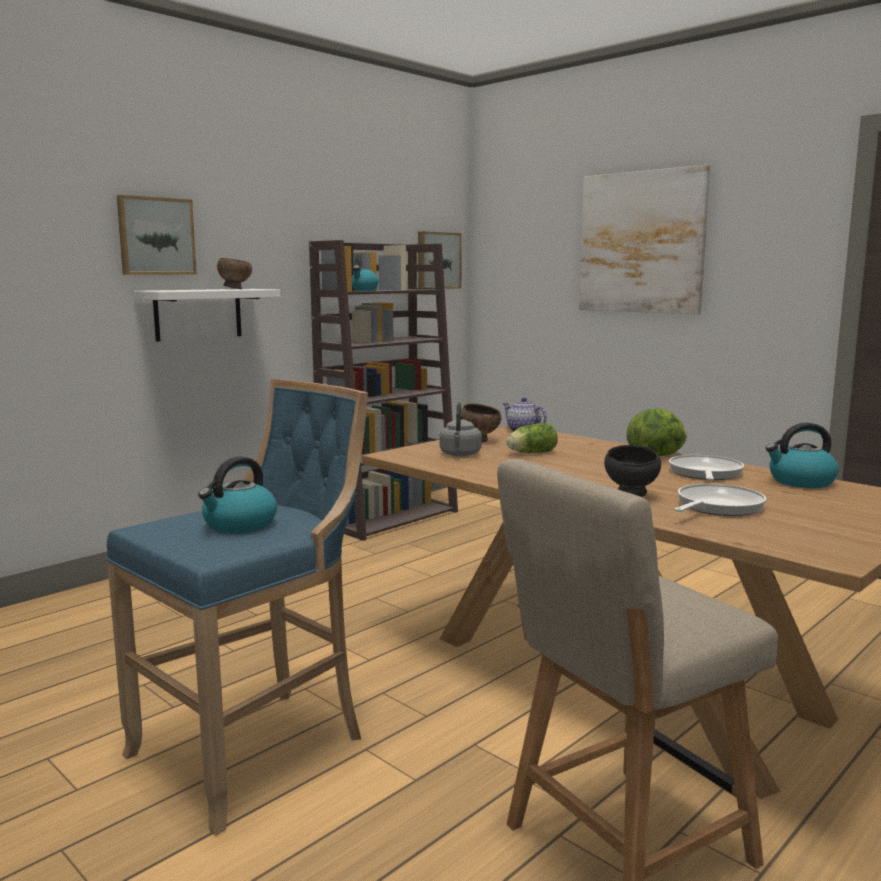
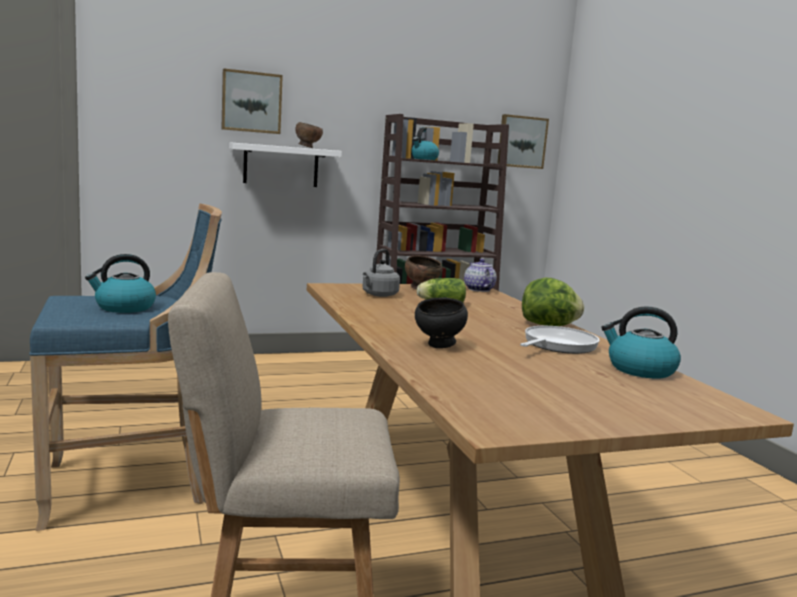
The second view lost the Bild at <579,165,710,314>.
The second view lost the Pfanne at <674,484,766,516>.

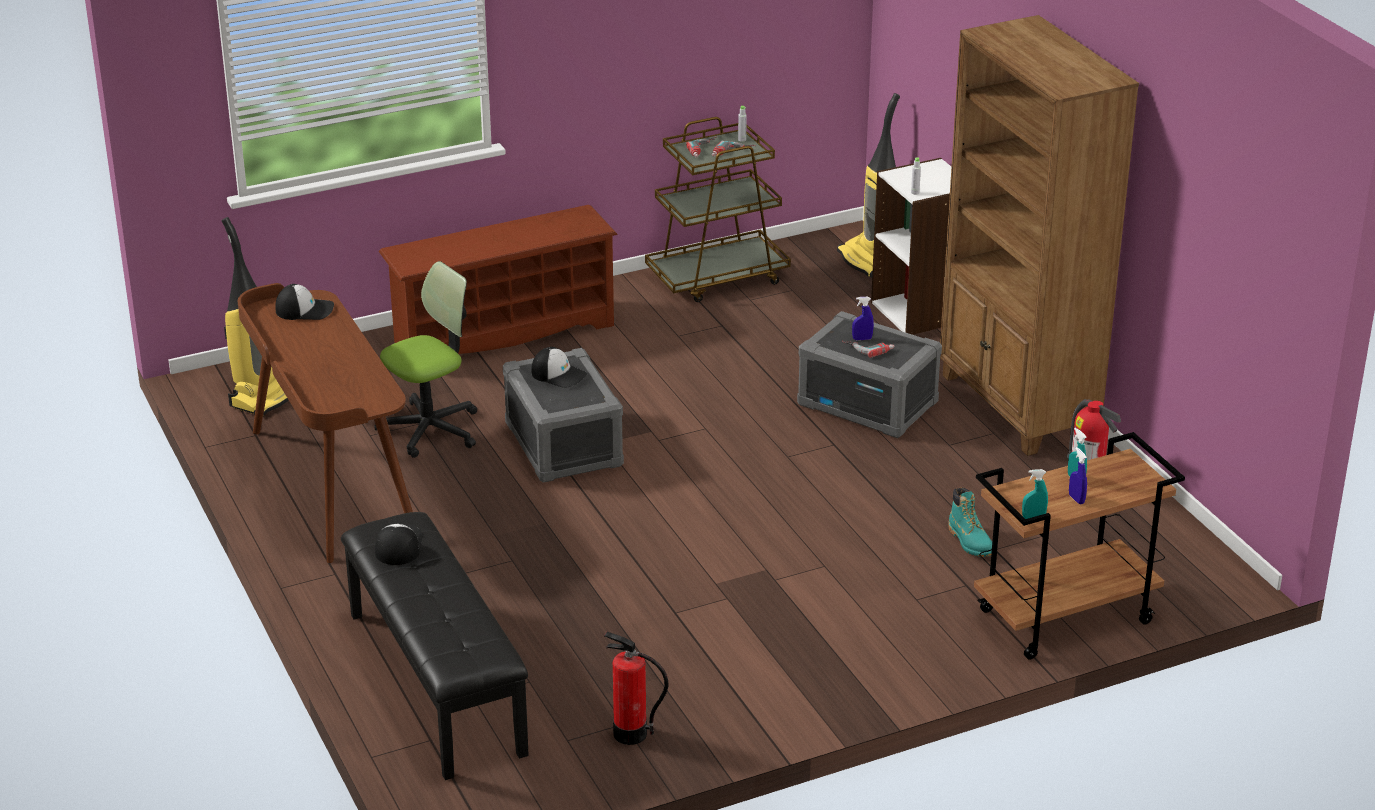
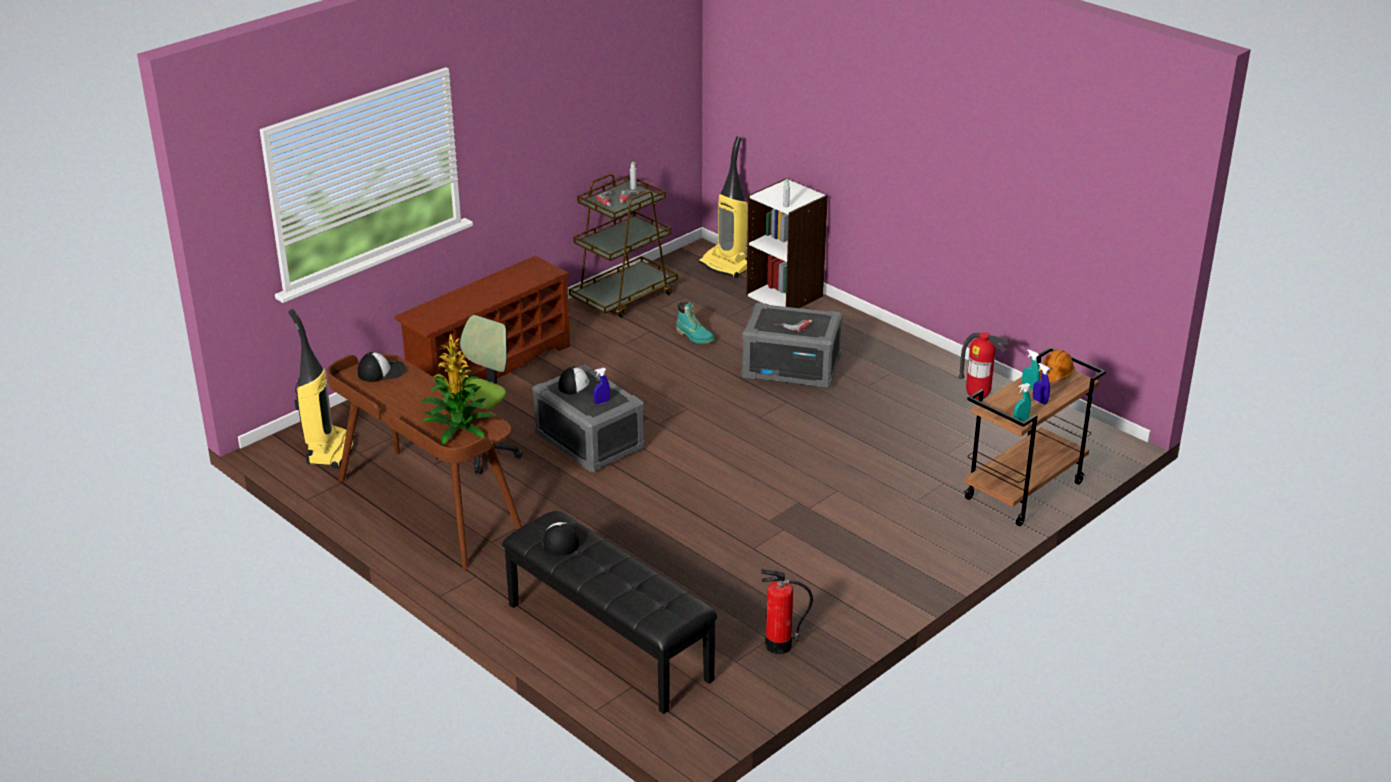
The Sprühflasche/blau ended up elsewhere, having gone from <852,297,874,340> to <593,368,610,404>.
The second view lost the Bücherregal/braun at <940,15,1139,456>.
The Stiefel/türkis ended up elsewhere, having gone from <948,487,992,557> to <676,302,714,344>.
The second view gained the Topfpflanze at <421,334,493,445>.
The second view gained the Schutzhelm/orange at <1039,349,1075,382>.

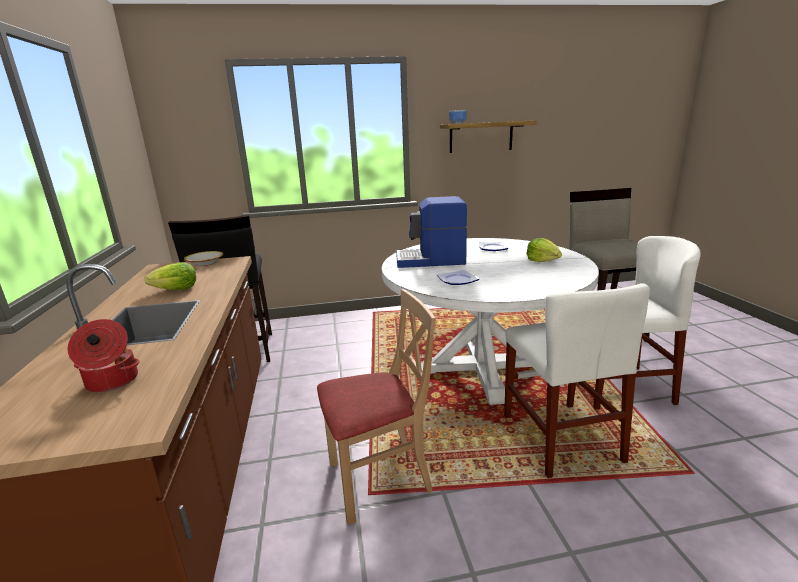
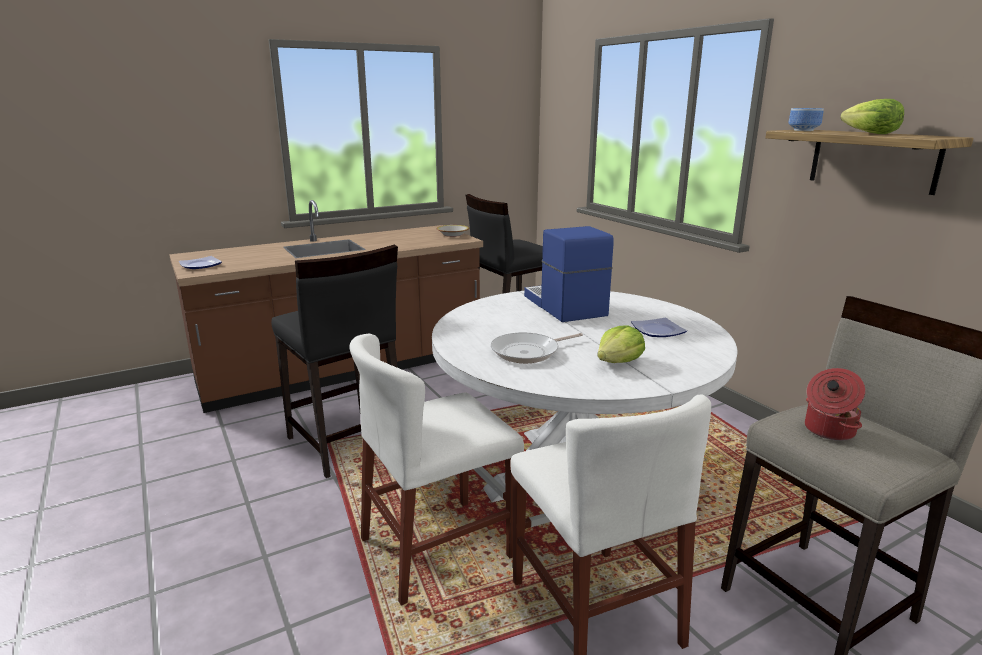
The Kochtopf ended up elsewhere, having gone from <68,319,140,393> to <805,368,865,441>.
The Salatkopf ended up elsewhere, having gone from <144,262,196,290> to <840,99,904,134>.
Where the Stuhl/beige stood at <317,289,436,525>, the Hocker/schwarz came to stand at <271,245,398,478>.
The Teller ended up elsewhere, having gone from <437,270,480,285> to <179,256,222,269>.
The second view gained the Pfanne at <491,332,583,363>.

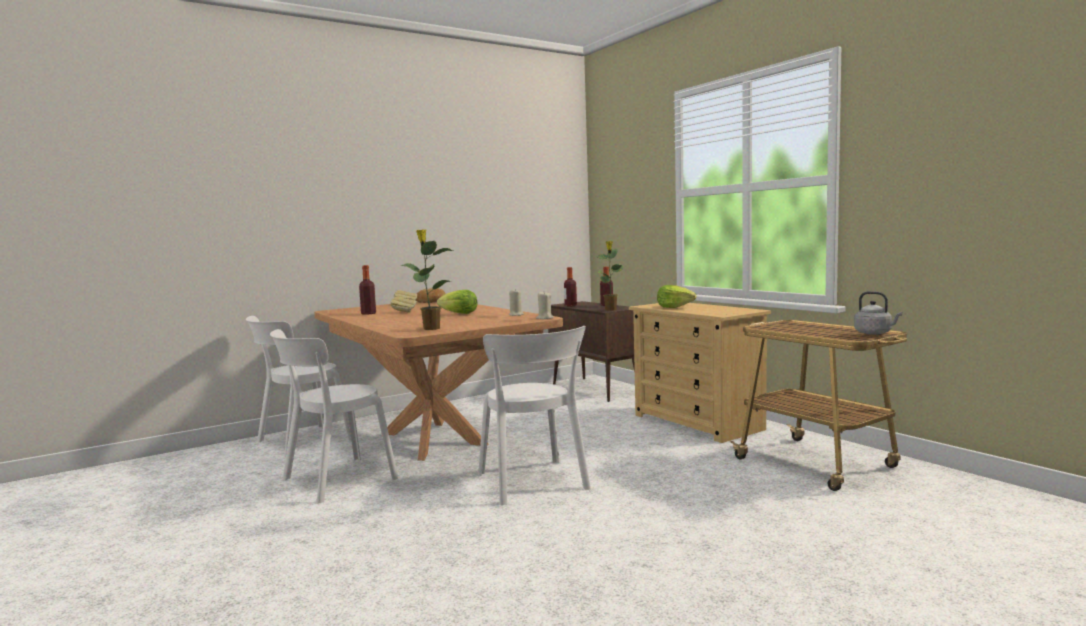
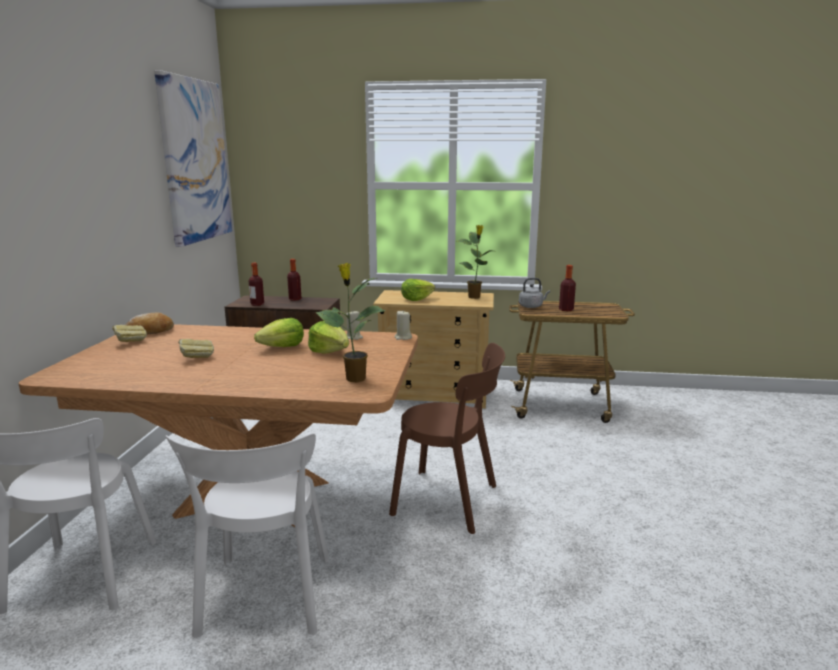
The Flasche ended up elsewhere, having gone from <359,265,376,315> to <559,265,576,311>.
What was the Stuhl/weiß at <478,326,591,505> turned into the Stuhl/braun at <389,343,505,534>.
The Topfpflanze ended up elsewhere, having gone from <596,241,624,311> to <457,225,493,299>.
The Wasserkessel/grau ended up elsewhere, having gone from <854,291,902,334> to <519,278,550,308>.
The second view gained the Bild at <154,70,232,247>.
The second view gained the Salatkopf at <308,321,349,354>.

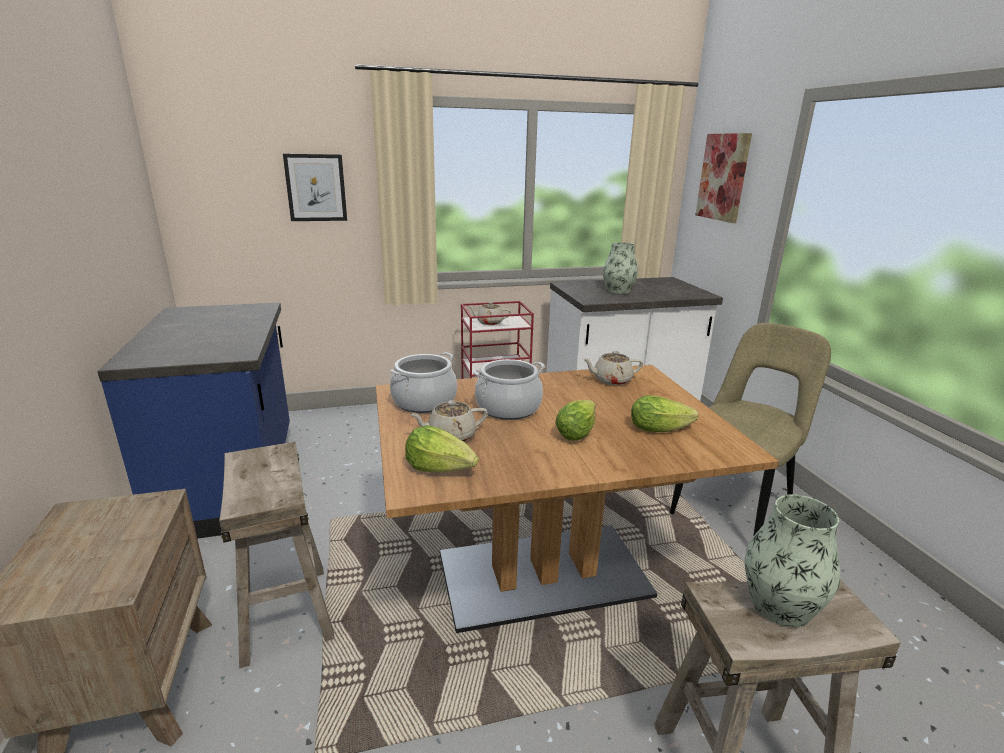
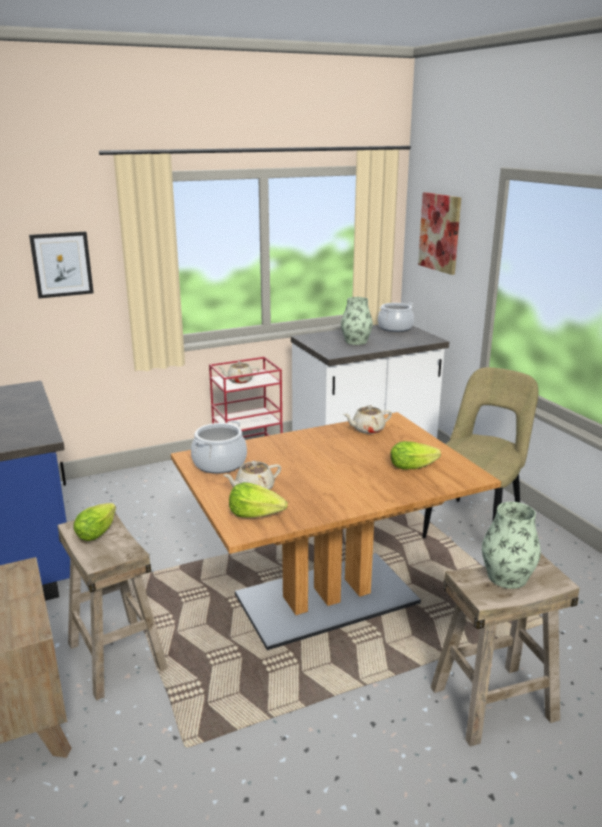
The Kochtopf ended up elsewhere, having gone from <473,359,545,420> to <378,303,414,332>.
The Salatkopf ended up elsewhere, having gone from <556,400,596,441> to <73,503,116,541>.

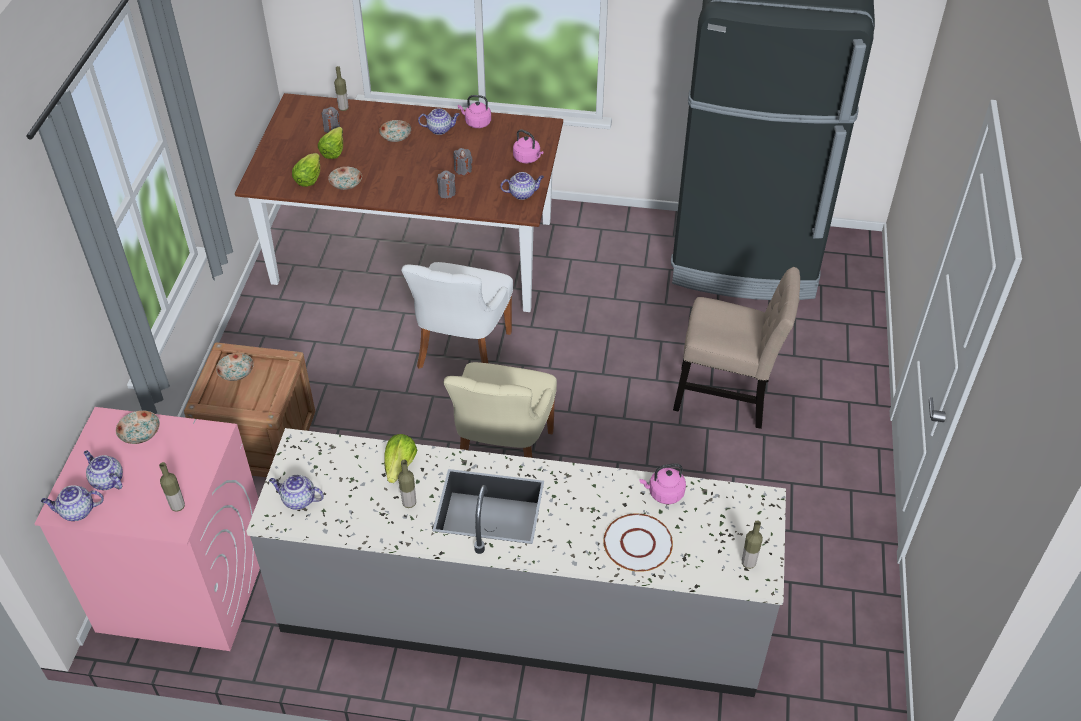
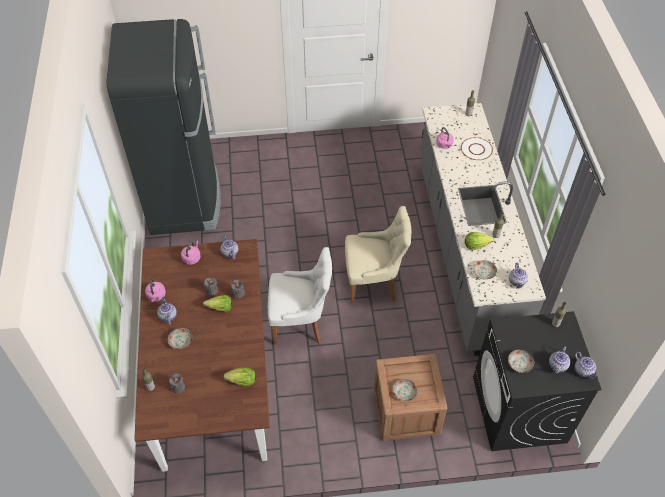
What was the Waschmaschine/rosa at <34,407,260,651> turned into the Waschmaschine/schwarz at <473,311,602,451>.
The Salatkopf ended up elsewhere, having gone from <318,127,343,159> to <203,295,232,312>.
The Teller ended up elsewhere, having gone from <328,167,362,190> to <473,260,497,279>.
The second view lost the Stuhl/beige at <673,267,800,429>.

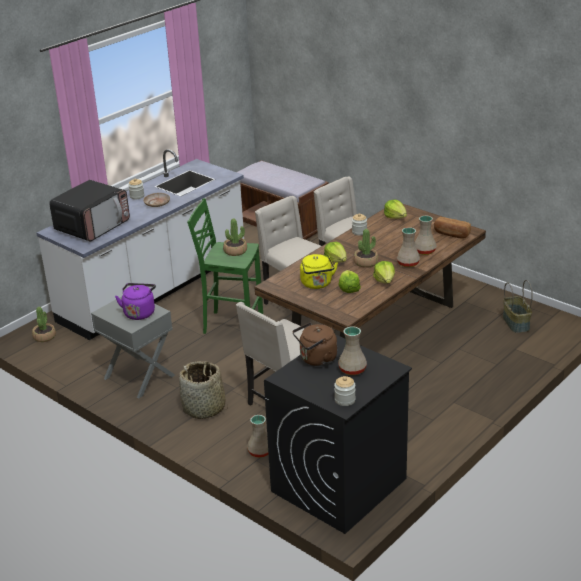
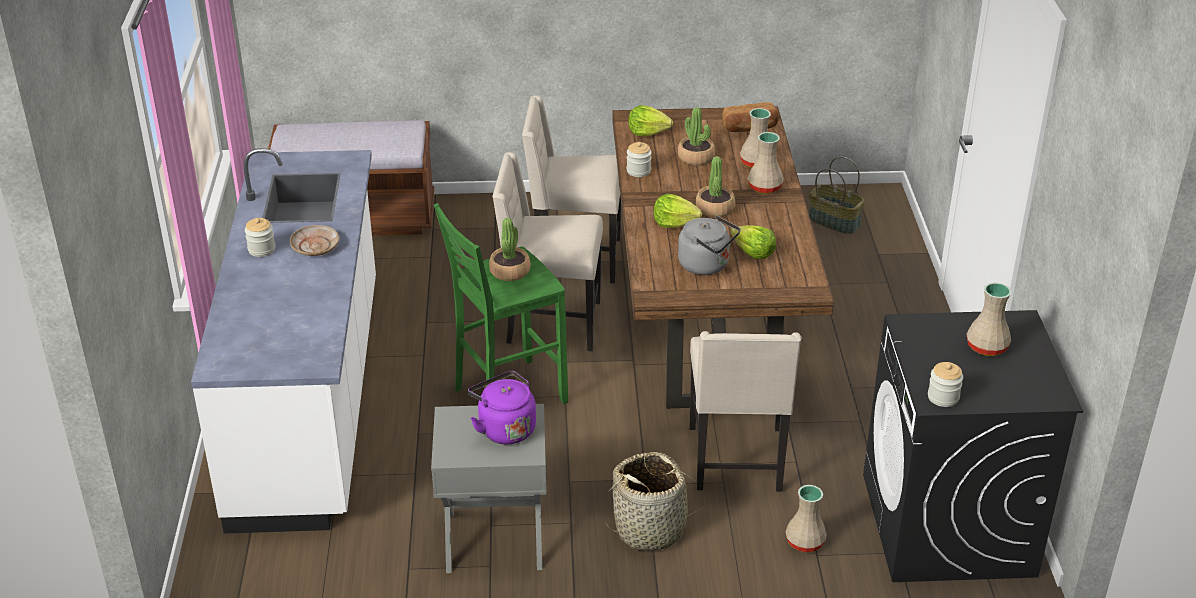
The Topfpflanze ended up elsewhere, having gone from <32,307,56,342> to <678,107,715,166>.
The second view lost the Mikrowelle at <49,180,130,241>.
The second view lost the Wasserkessel/braun at <293,322,337,366>.
What was the Wasserkessel/gelb at <300,254,338,289> turned into the Wasserkessel/grau at <678,215,740,275>.
The Vorratsglas ended up elsewhere, having gone from <334,376,356,406> to <928,362,963,407>.
The second view lost the Salatkopf at <373,261,395,284>.

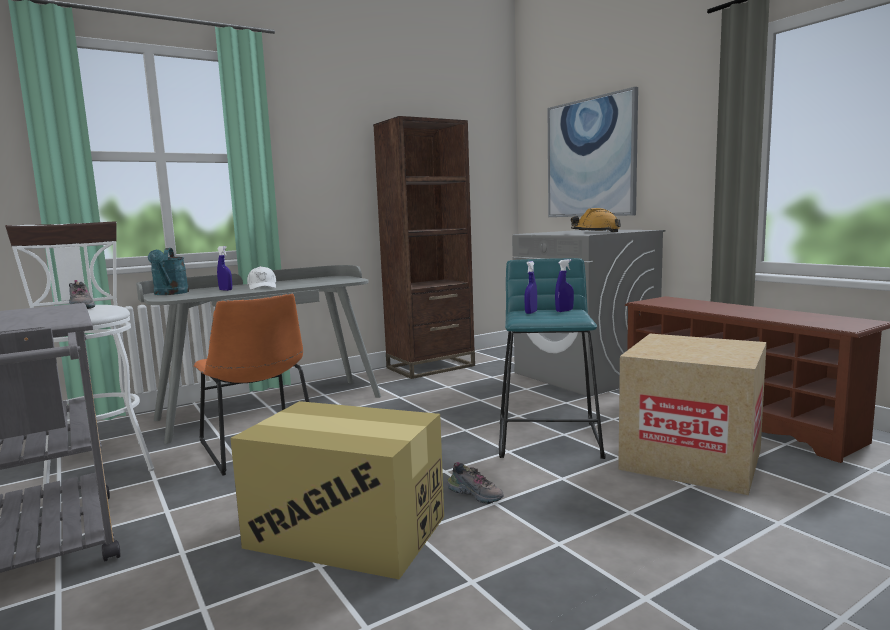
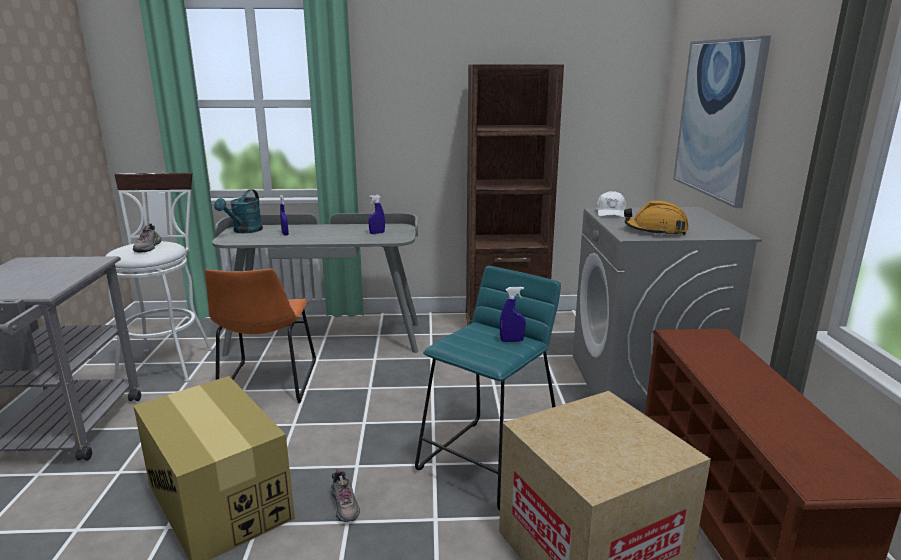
The Kappe/weiß ended up elsewhere, having gone from <247,266,276,290> to <596,191,626,218>.
The Sprühflasche/blau ended up elsewhere, having gone from <525,261,537,314> to <369,195,385,234>.

